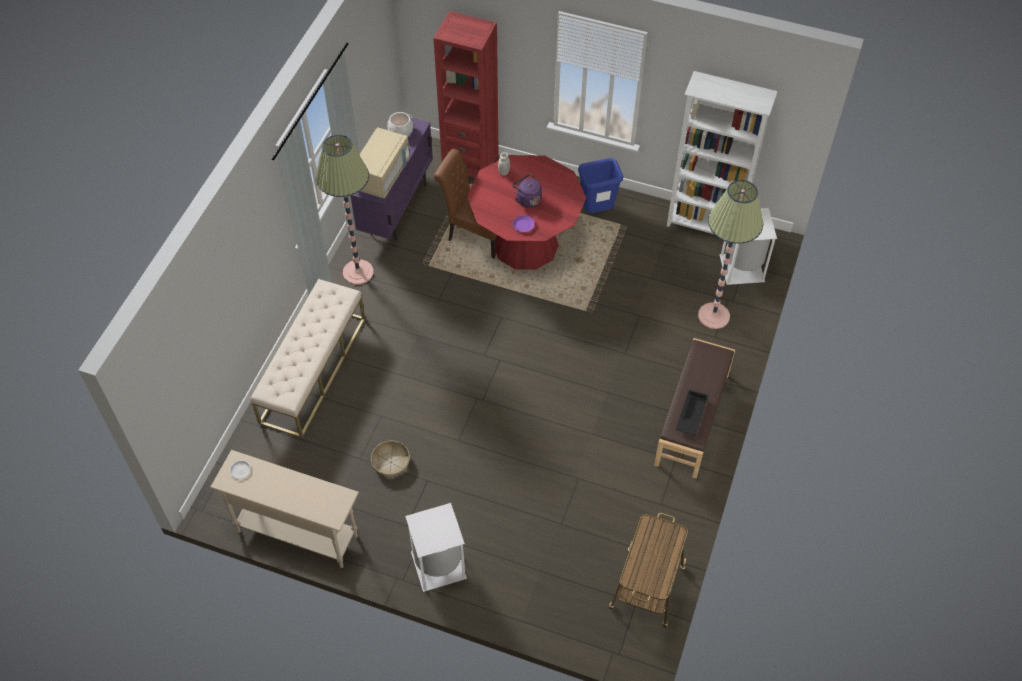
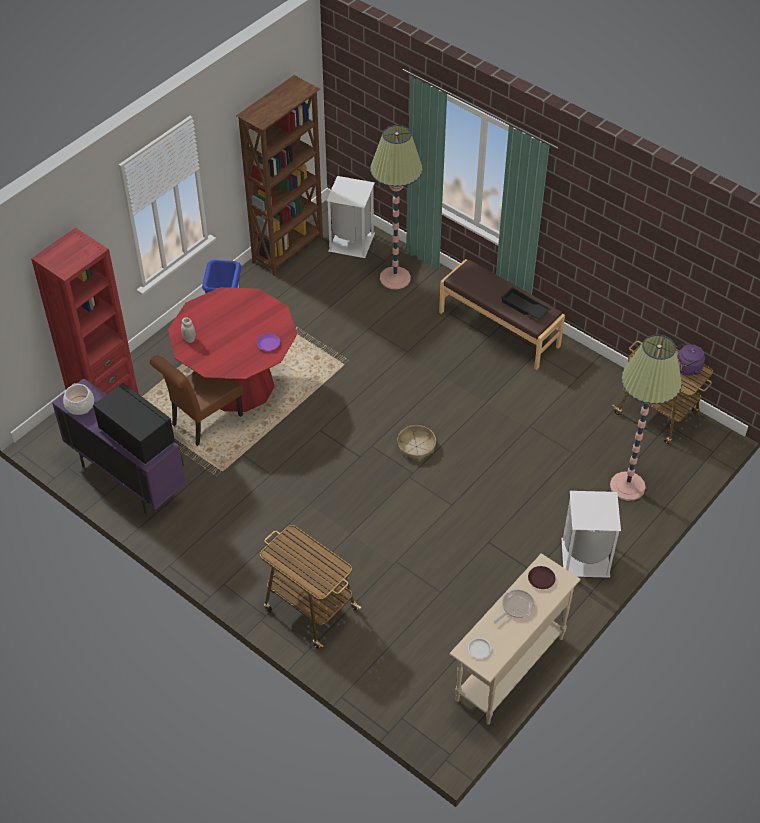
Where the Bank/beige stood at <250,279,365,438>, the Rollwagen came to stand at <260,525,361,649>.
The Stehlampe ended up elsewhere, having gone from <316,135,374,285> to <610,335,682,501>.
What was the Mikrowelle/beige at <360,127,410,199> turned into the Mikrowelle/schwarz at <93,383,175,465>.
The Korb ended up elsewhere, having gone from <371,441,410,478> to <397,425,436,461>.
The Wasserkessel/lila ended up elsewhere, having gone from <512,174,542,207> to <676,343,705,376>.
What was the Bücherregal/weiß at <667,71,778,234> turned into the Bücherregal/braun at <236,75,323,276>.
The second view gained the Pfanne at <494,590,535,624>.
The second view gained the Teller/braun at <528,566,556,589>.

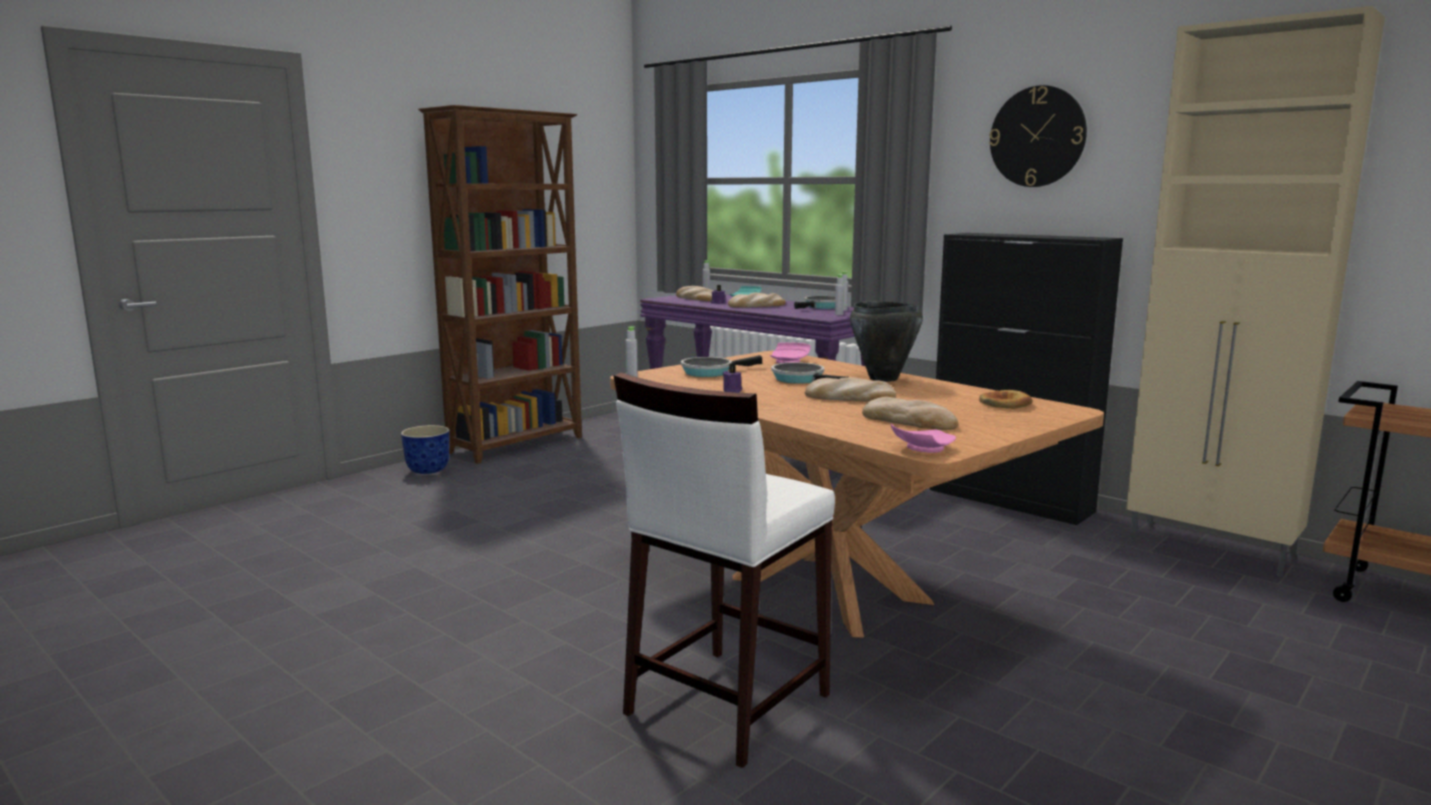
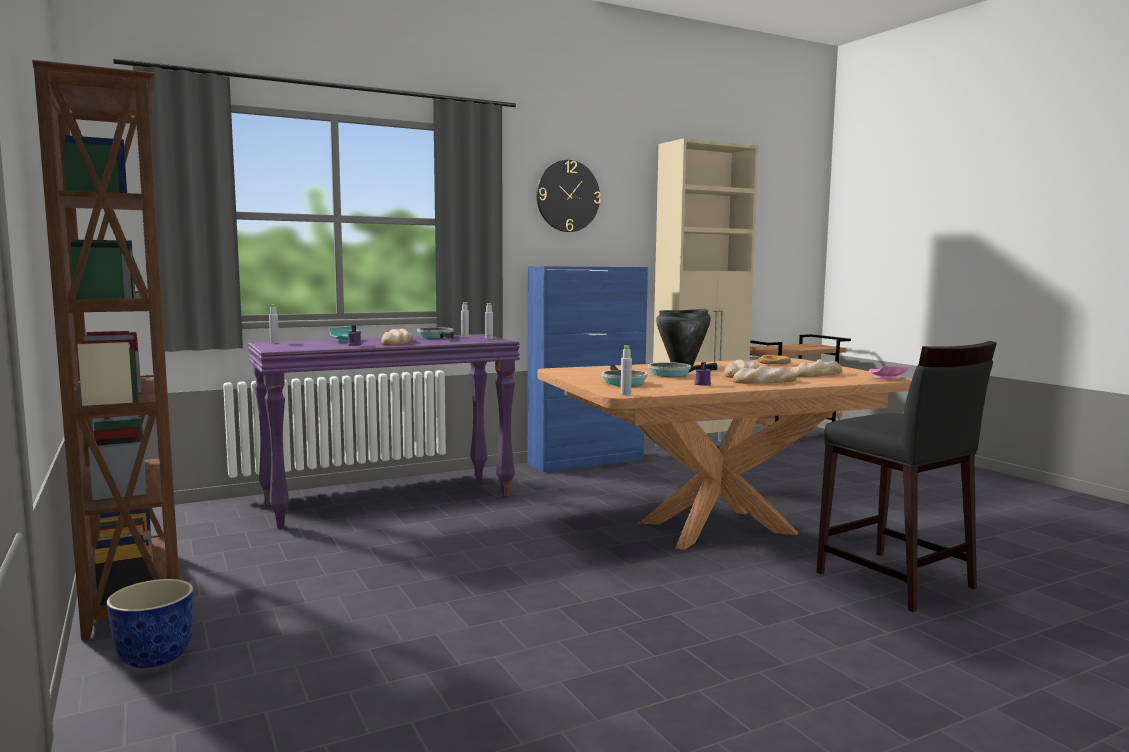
What was the Hocker/weiß at <614,372,835,768> turned into the Hocker/schwarz at <816,341,997,612>.
The Brot ended up elsewhere, having gone from <676,286,713,301> to <733,366,797,384>.
The second view lost the Teller/rosa at <770,343,811,364>.
What was the Schrank/schwarz at <930,233,1123,525> turned into the Schrank/blau at <527,266,648,472>.

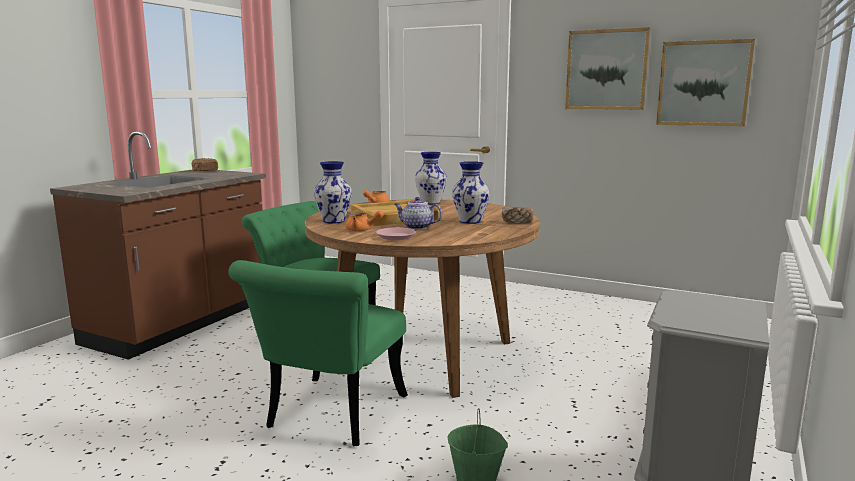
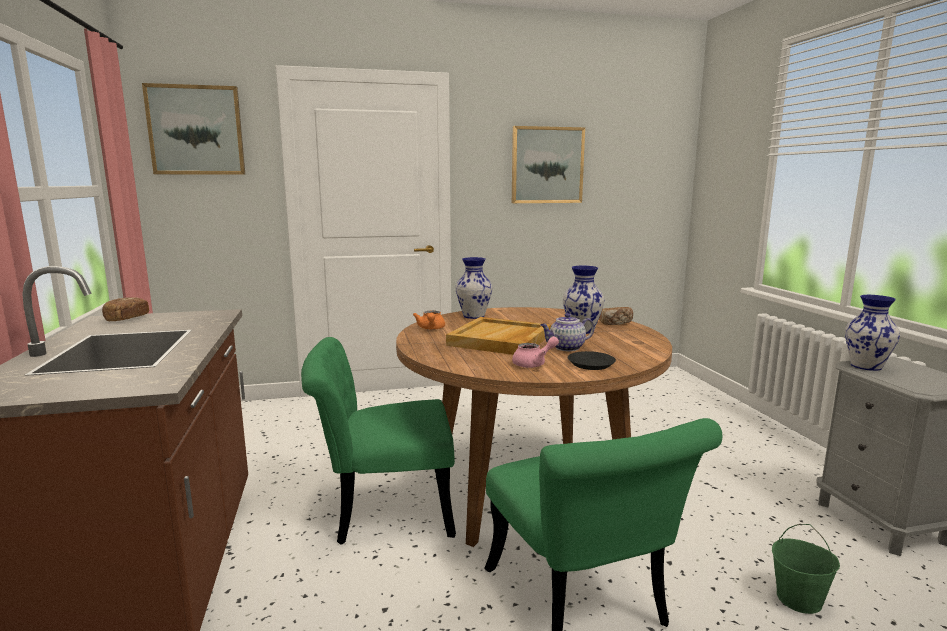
The Vase ended up elsewhere, having gone from <314,161,352,224> to <845,295,900,371>.
What was the Teekanne/orange at <345,210,384,231> turned into the Teekanne/rosa at <512,336,559,368>.
What was the Teller/rosa at <376,227,416,240> turned into the Teller/schwarz at <568,351,616,370>.
The Bild ended up elsewhere, having gone from <656,39,755,126> to <142,83,245,175>.

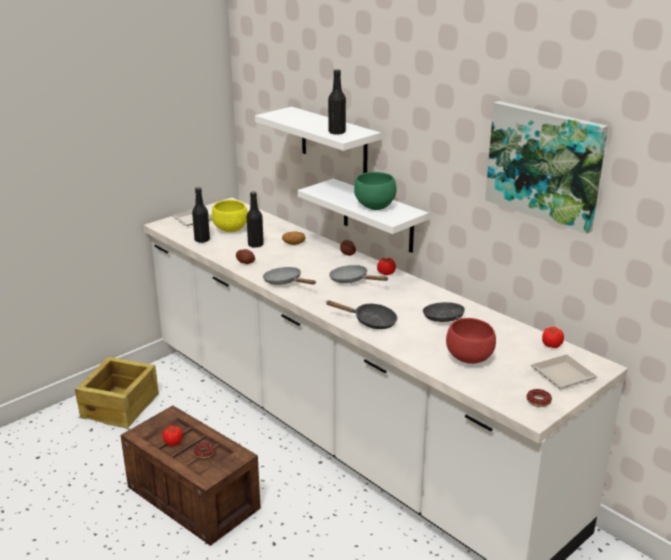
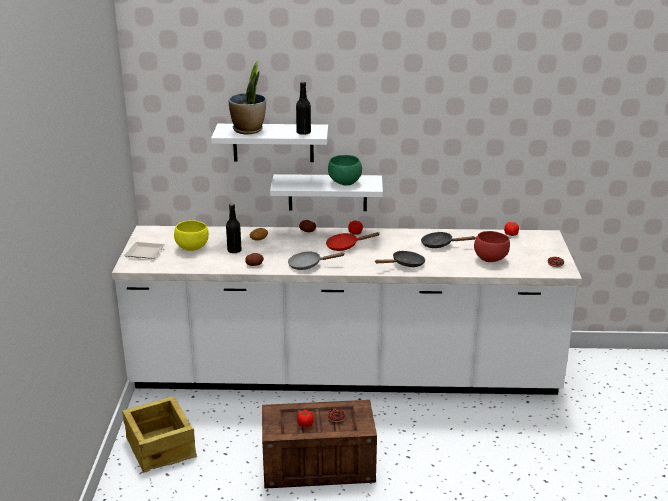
The second view lost the Flasche/schwarz at <192,187,210,243>.
What was the Pfanne/grau at <329,265,388,283> turned into the Pfanne/rot at <326,232,380,251>.
The second view lost the Bild at <485,101,608,234>.
The second view lost the Teller at <531,354,597,389>.
The second view gained the Topfpflanze at <228,60,266,134>.

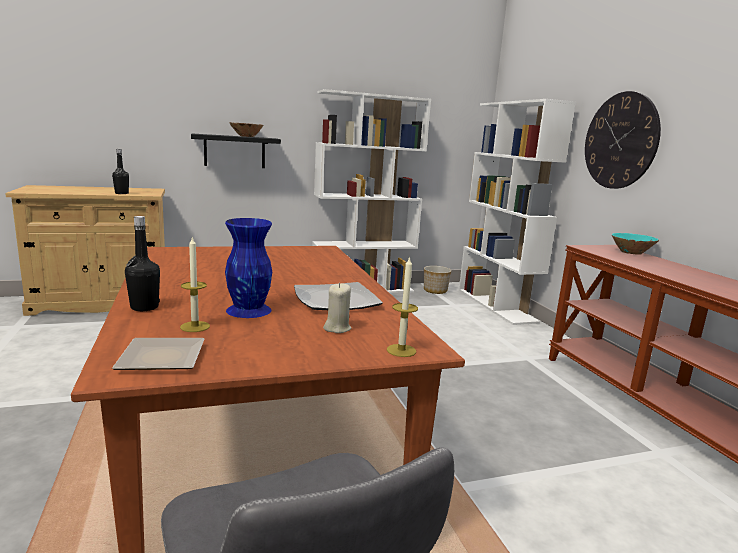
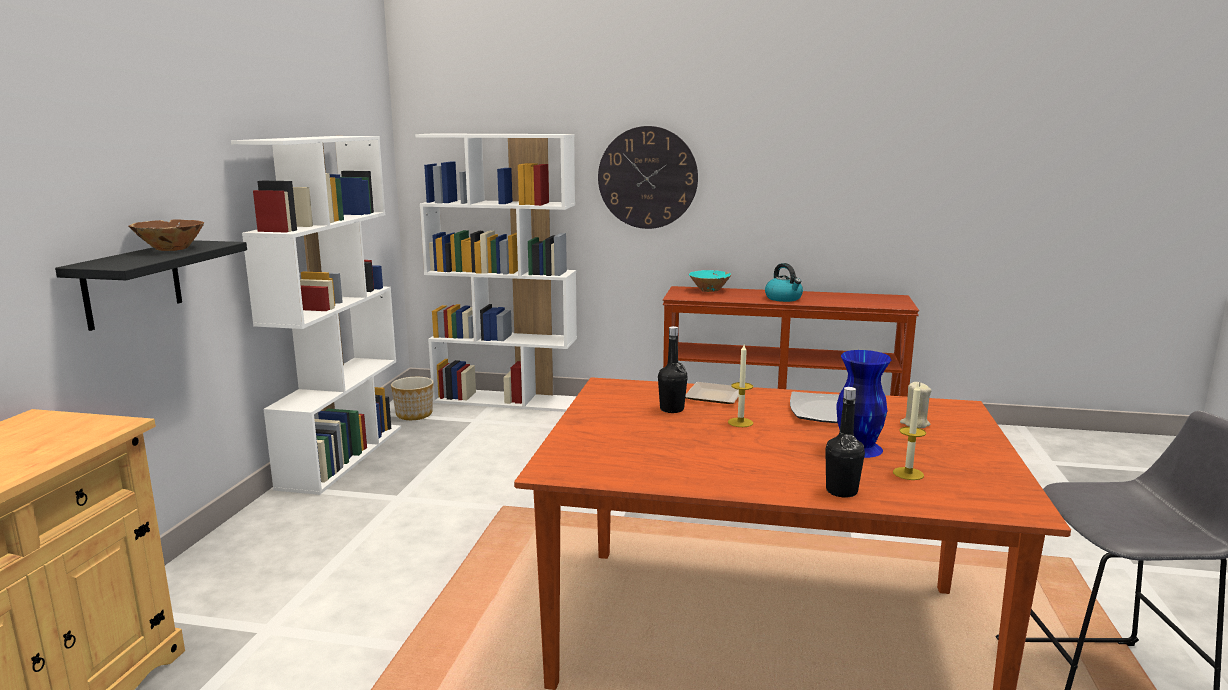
The Flasche/schwarz ended up elsewhere, having gone from <112,149,129,194> to <658,326,688,413>.
The Teller ended up elsewhere, having gone from <112,338,205,370> to <685,382,739,404>.
The Kerze ended up elsewhere, having gone from <387,256,418,357> to <728,345,753,427>.
The second view gained the Wasserkessel at <765,263,803,302>.

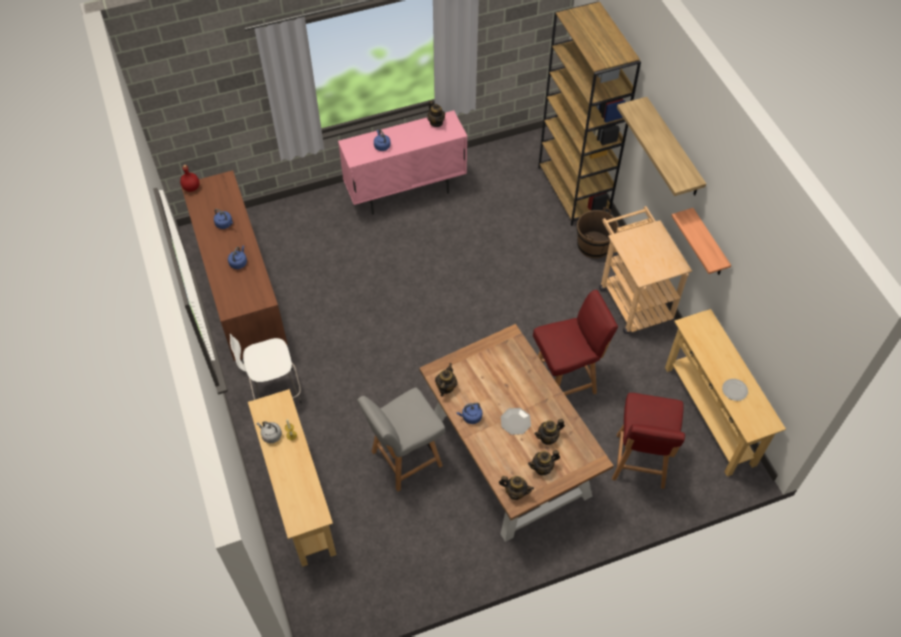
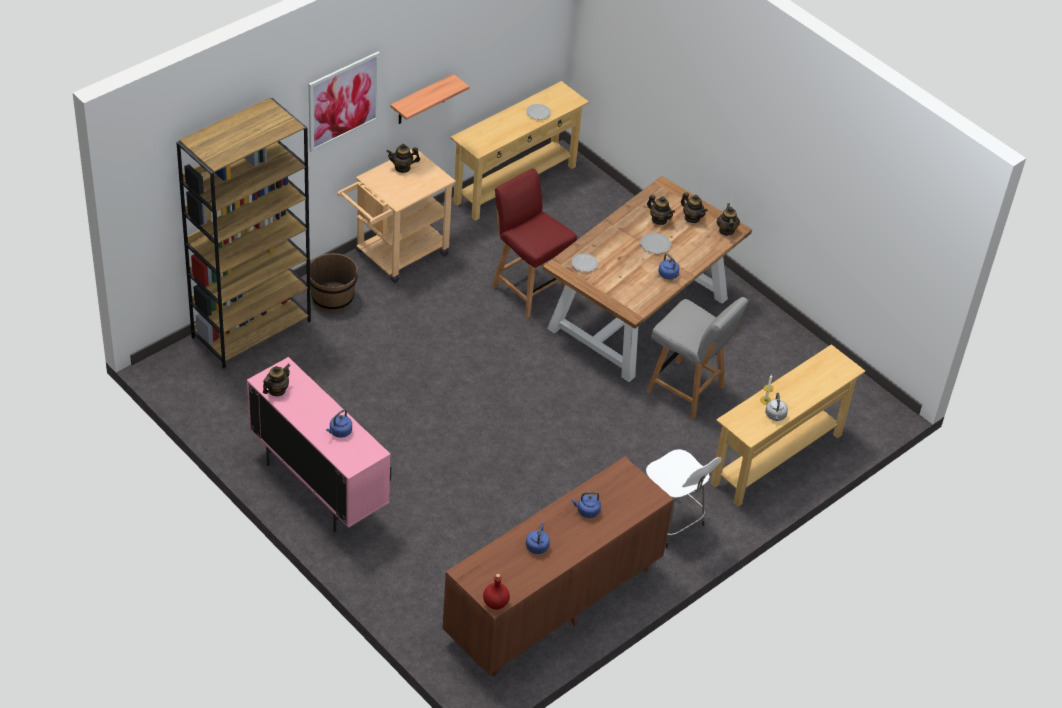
The Teekanne ended up elsewhere, having gone from <435,363,458,397> to <386,144,420,173>.
The second view lost the Stuhl/rot at <612,393,685,489>.
Where the Wandregal hung at <617,97,706,196>, the Bild came to hang at <309,52,380,153>.
The second view gained the Teller at <572,254,598,272>.

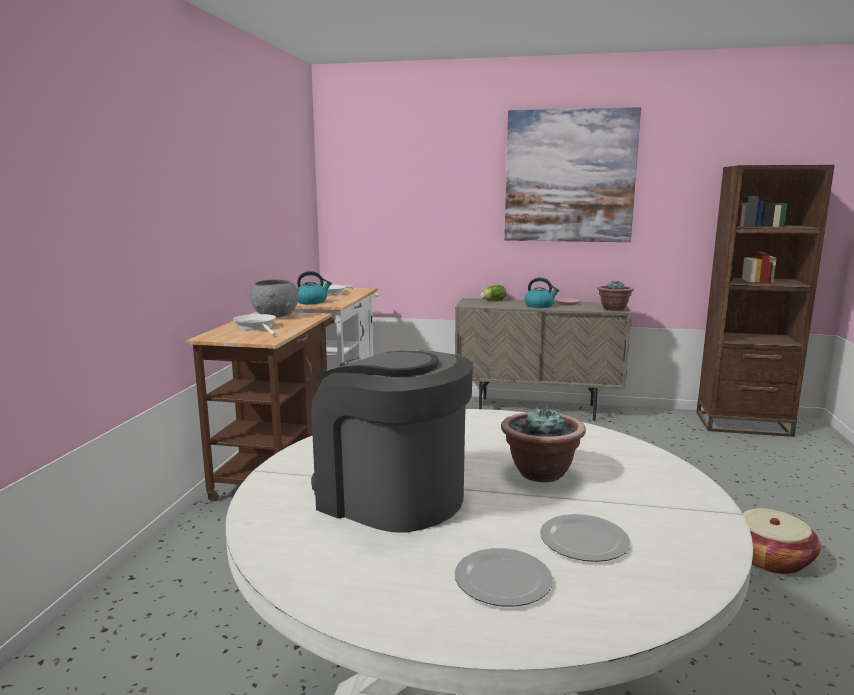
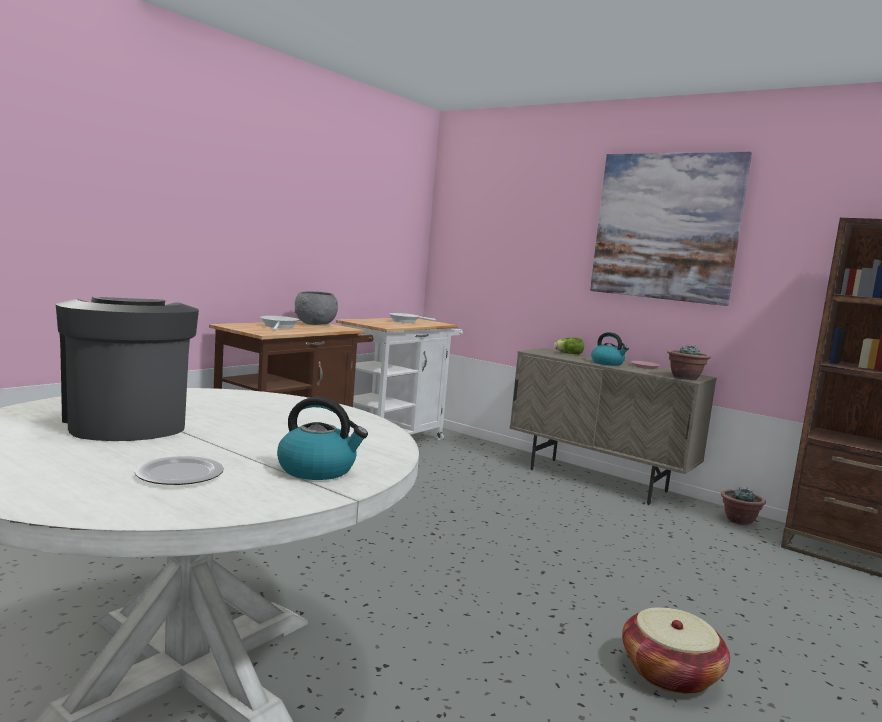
The Wasserkessel ended up elsewhere, having gone from <297,271,332,304> to <277,397,368,480>.
The second view lost the Teller at <455,548,553,607>.
The Topfpflanze ended up elsewhere, having gone from <501,406,586,482> to <721,487,766,525>.

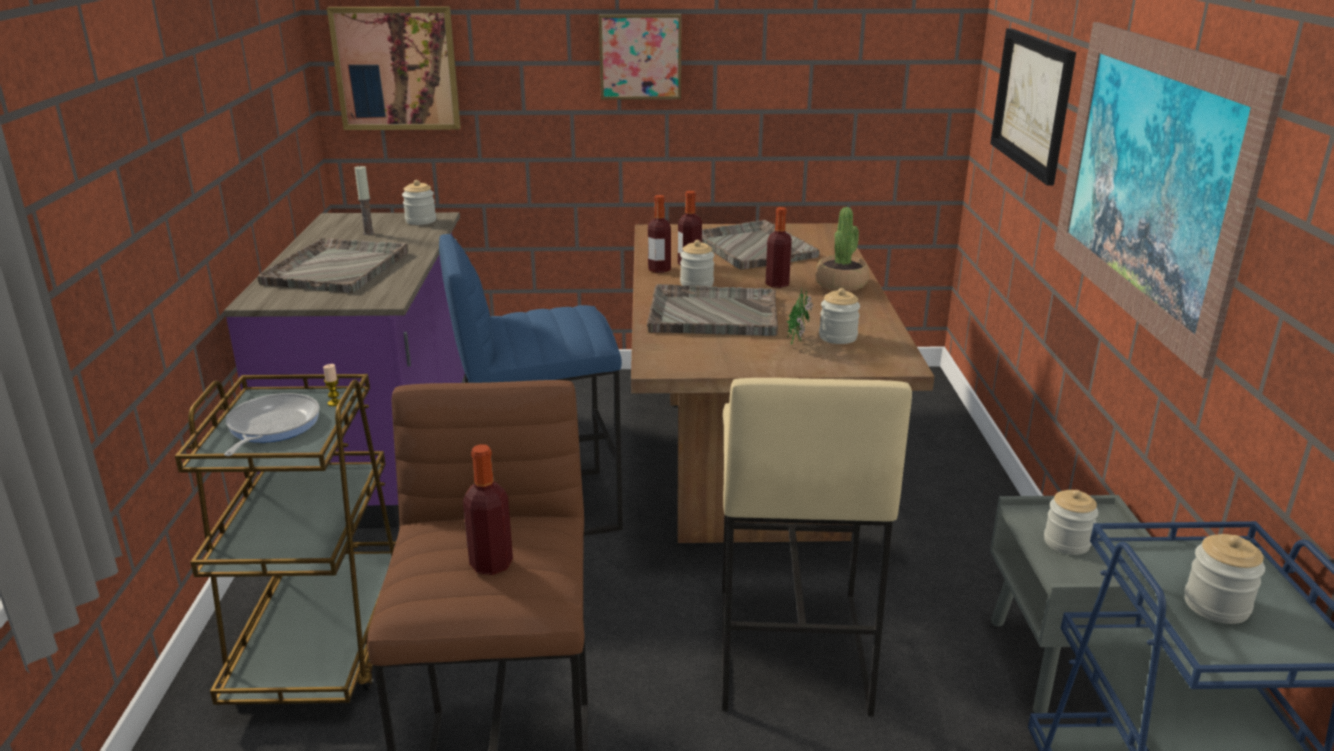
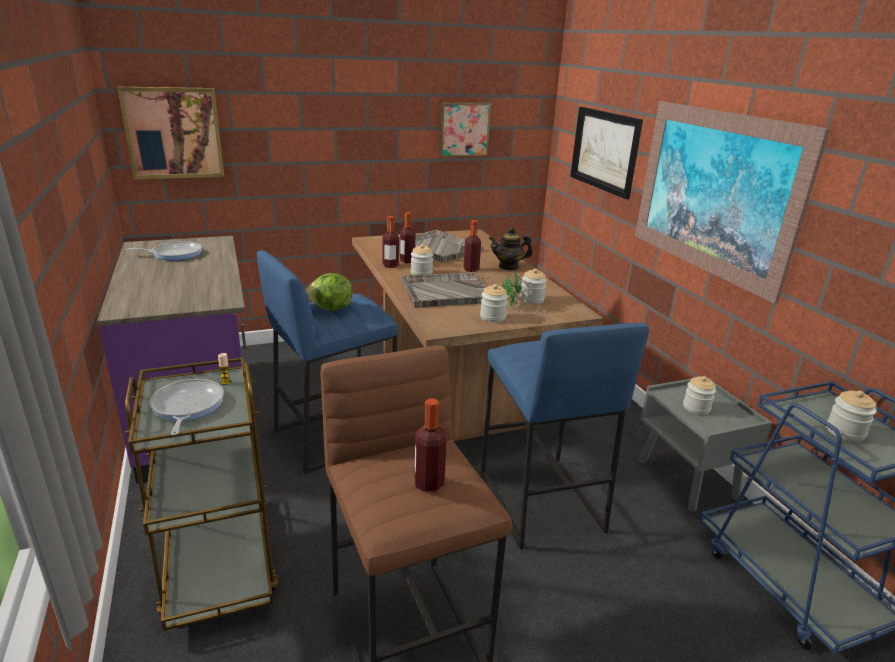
The second view lost the Tablett/grau at <258,238,409,293>.
Where the Kerze stood at <354,165,375,235>, the Pfanne came to stand at <126,241,202,261>.
The Vorratsglas ended up elsewhere, having gone from <402,180,436,225> to <480,284,508,322>.
The Bild ended up elsewhere, having gone from <599,14,681,100> to <439,102,491,157>.
What was the Hocker/beige at <722,378,912,717> turned into the Hocker/blau at <481,323,649,549>.
Where the Topfpflanze stood at <816,207,869,291>, the Teekanne came to stand at <489,227,533,270>.
The second view gained the Salatkopf at <305,273,353,311>.

